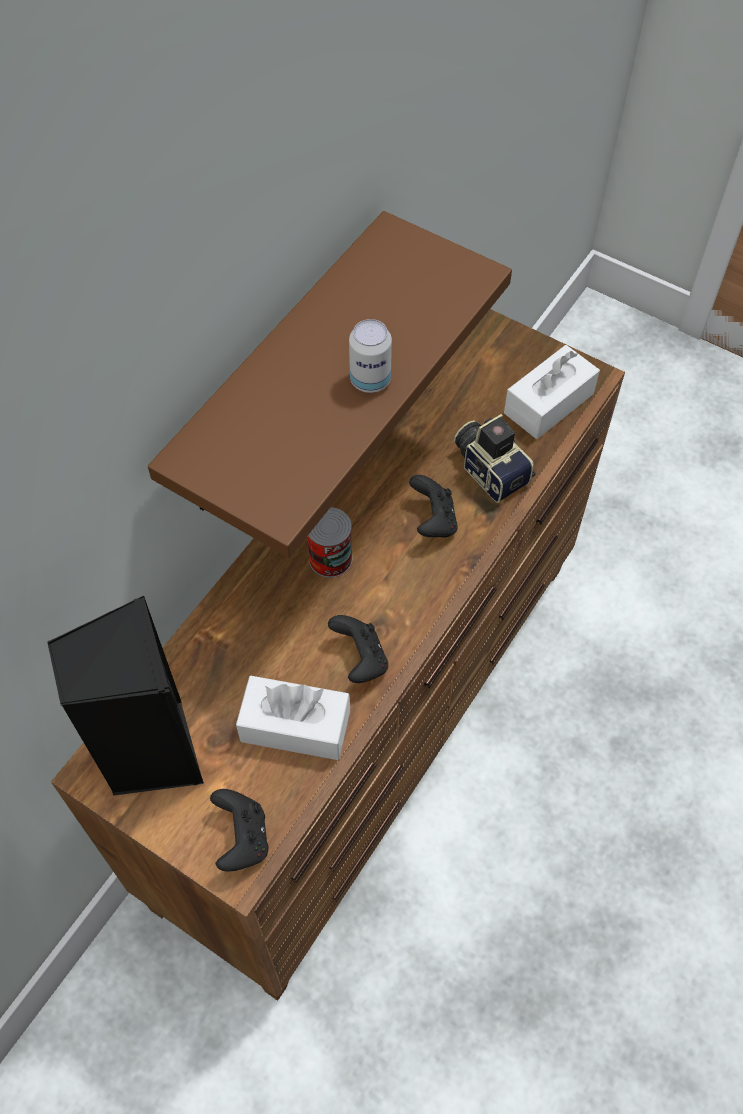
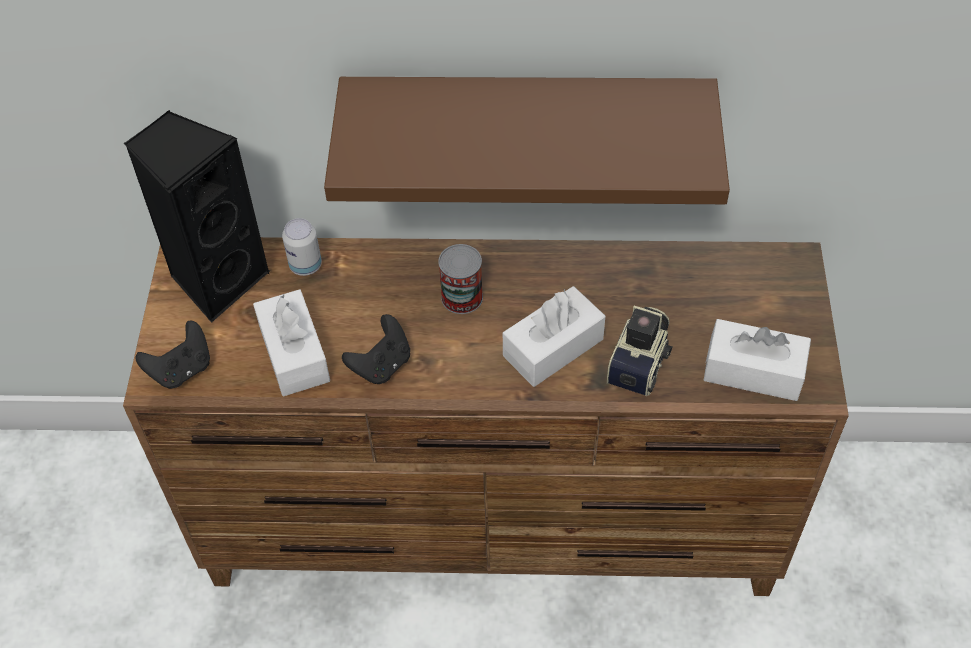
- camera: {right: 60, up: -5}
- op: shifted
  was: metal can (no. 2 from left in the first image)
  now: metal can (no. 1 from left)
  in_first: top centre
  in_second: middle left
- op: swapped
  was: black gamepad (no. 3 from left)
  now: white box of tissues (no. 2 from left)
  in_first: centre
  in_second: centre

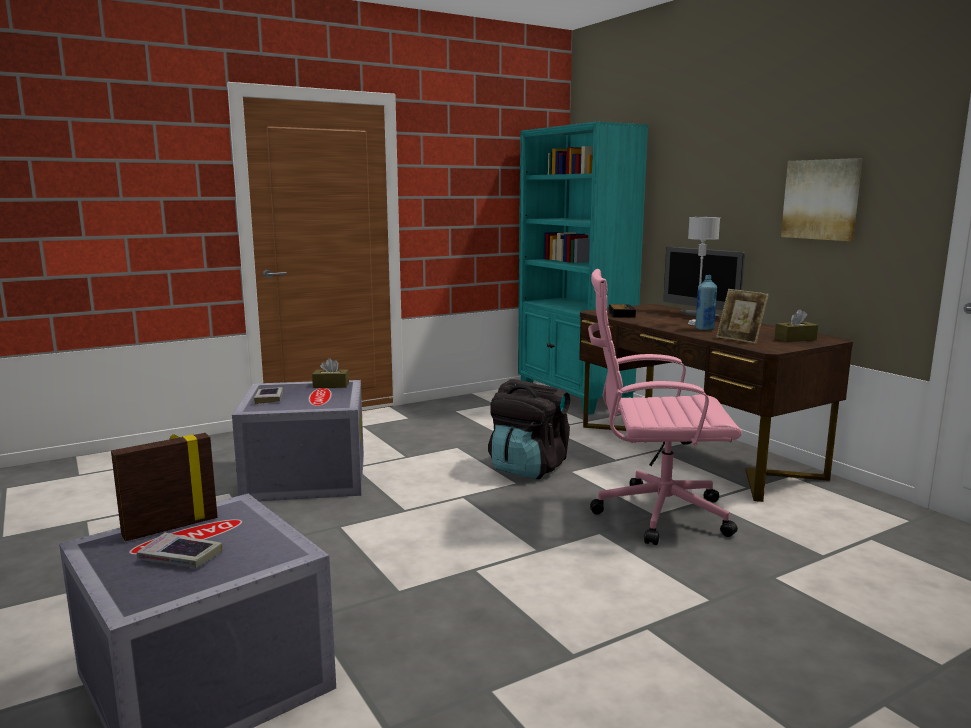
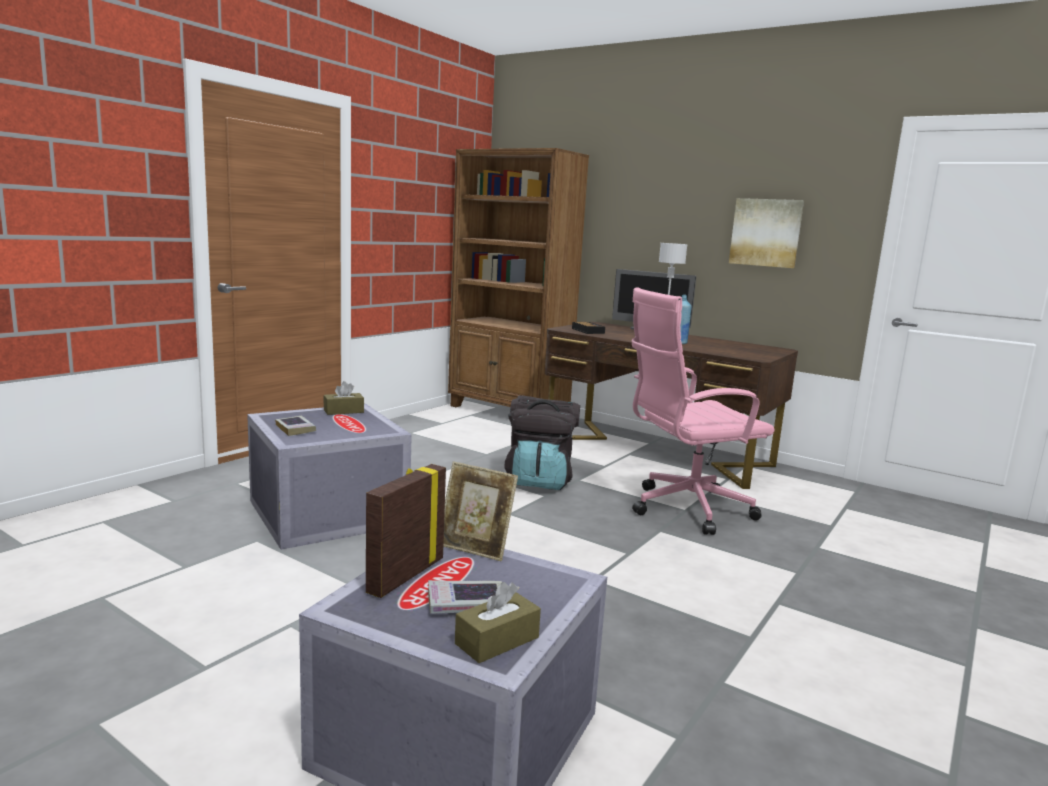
- camera: {right: -25, up: 0}
- op: shifted
  was: photo frame (no. 2 from left)
  in_first: middle right
  in_second: centre
- op: repainted
  was: turquoise bookshelf
  now: brown-coloured bookshelf
  in_first: centre
  in_second: centre
- op: shifted
  was: brown-coloured box of tissues (no. 2 from left)
  in_first: middle right
  in_second: bottom centre

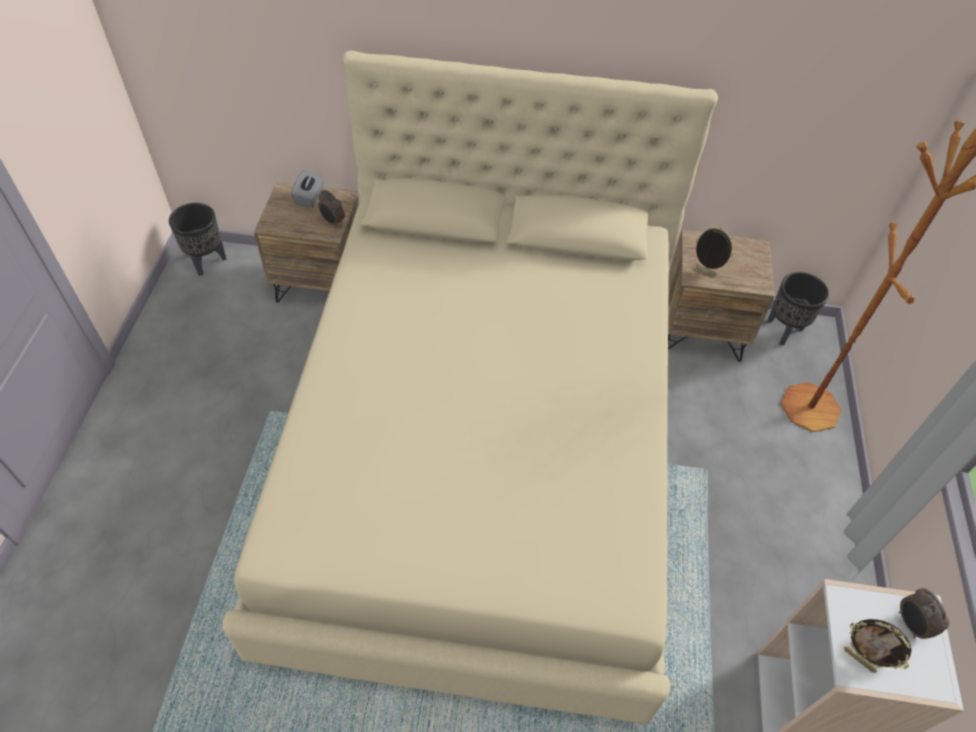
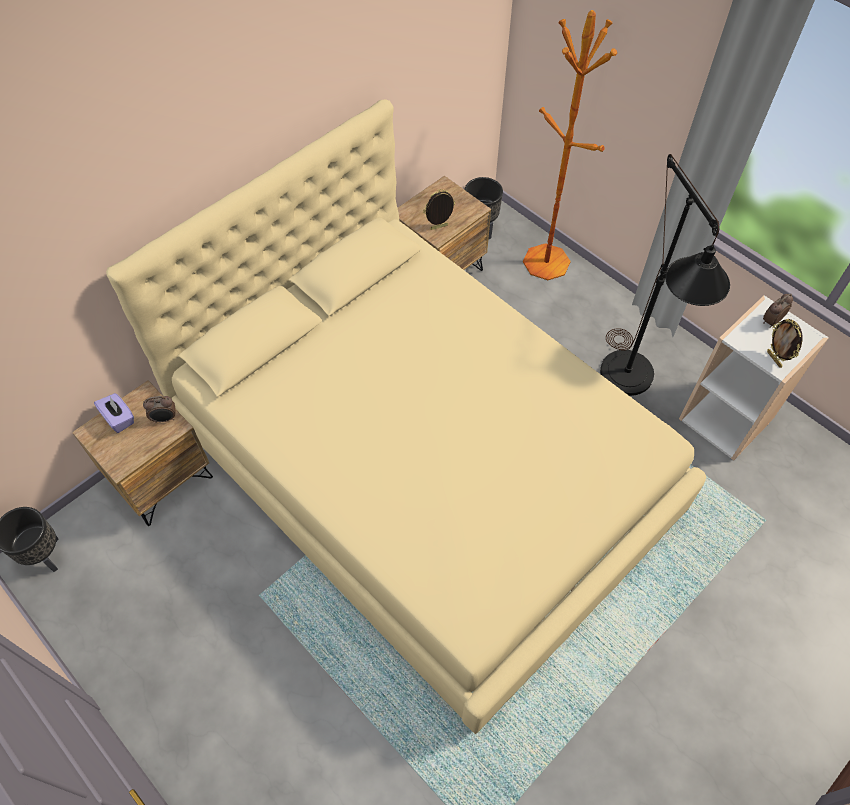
- camera: {right: -50, up: 5}
- op: repainted
  was: greyish box of tissues
  now: purple box of tissues
  in_first: top left
  in_second: middle left
- op: new
  now: black floor lamp
  in_second: middle right
- op: rotated
  was: alarm clock (no. 2 from left)
  in_first: bottom right
  in_second: middle right
  clockwise: 120
- op: rotated
  was: photo frame (no. 2 from left)
  in_first: bottom right
  in_second: middle right
  clockwise: 75

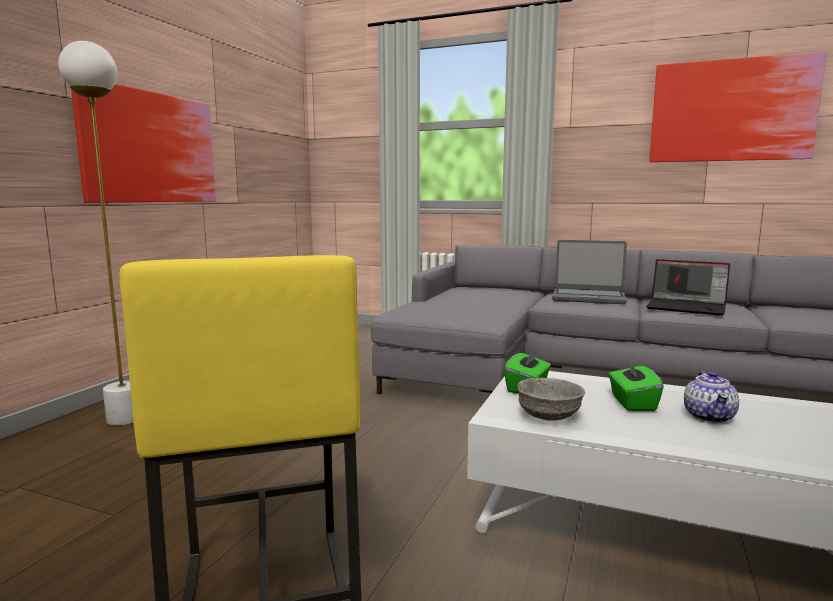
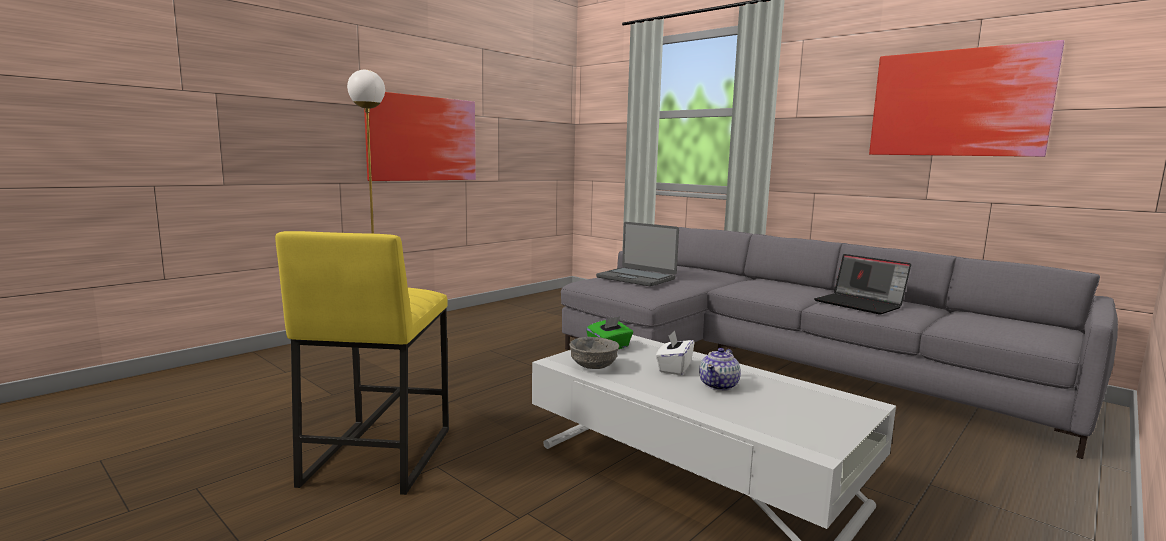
- camera: {right: 20, up: 0}
- op: shifted
  was: portable computer (no. 1 from left)
  in_first: middle right
  in_second: centre
- op: repainted
  was: green box of tissues (no. 2 from left)
  now: white box of tissues
  in_first: middle right
  in_second: centre

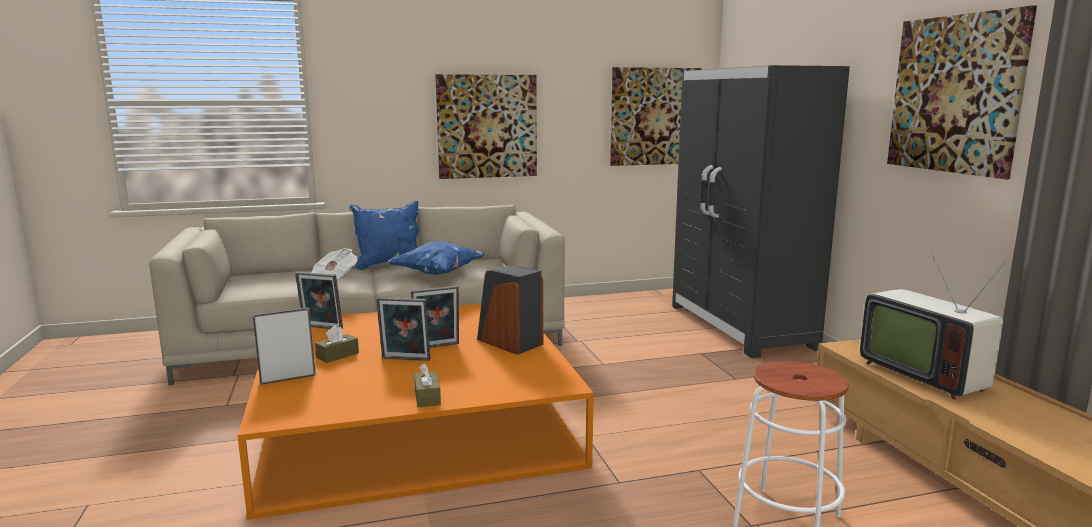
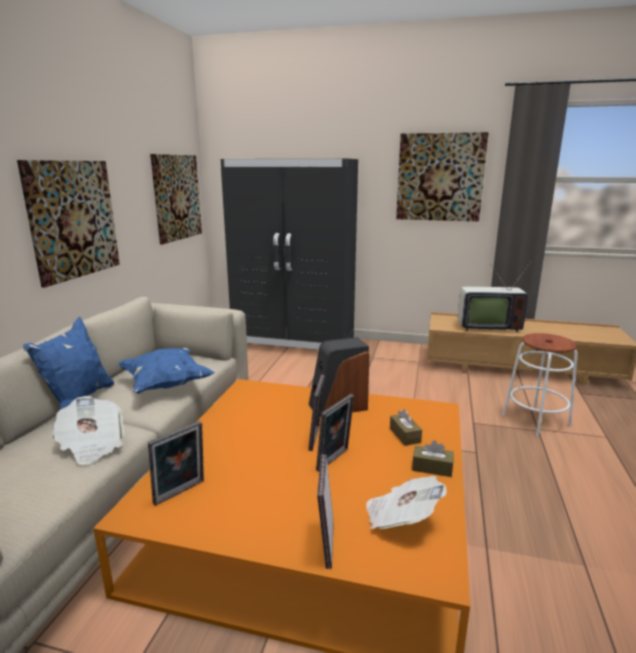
- camera: {right: -60, up: 5}
- op: new
  now: newspaper (no. 2 from left)
  in_second: bottom centre
- op: shifted
  was: brown-coloured box of tissues (no. 1 from left)
  in_first: middle left
  in_second: centre

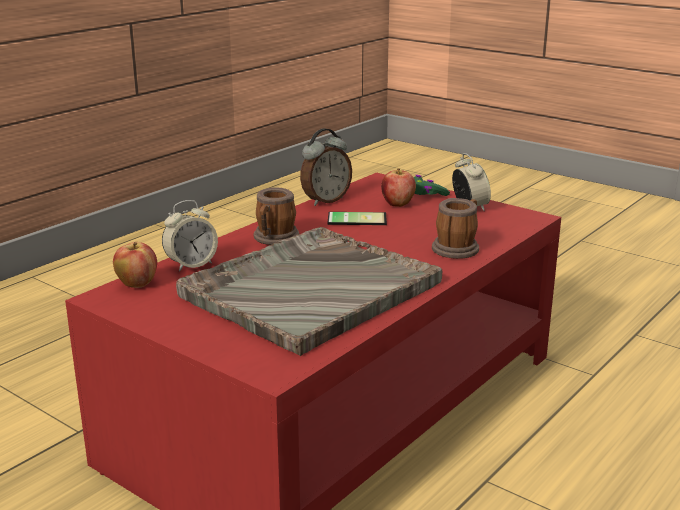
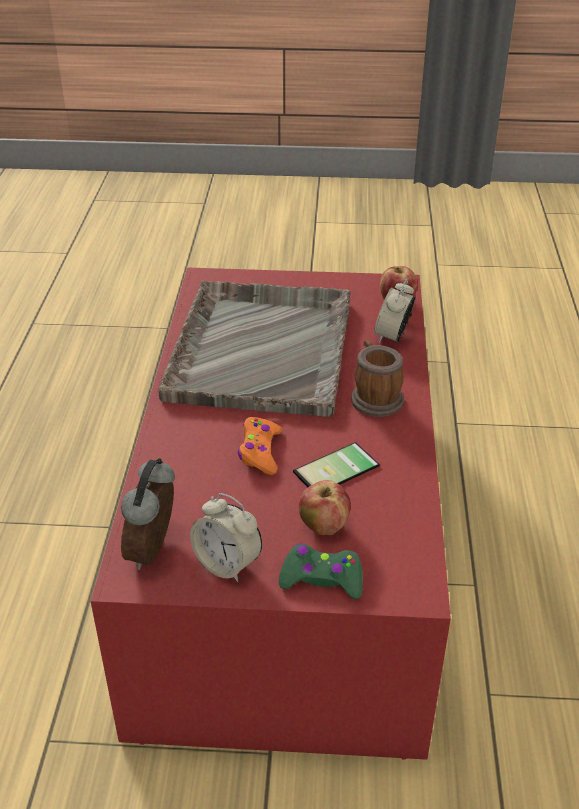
- camera: {right: 145, up: 15}
- op: shifted
  was: alarm clock (no. 2 from left in the first image)
  now: alarm clock (no. 1 from left)
  in_first: top centre
  in_second: middle left
- op: new
  now: orange-coloured gamepad
  in_second: centre
- op: gone
  was: coffee mug (no. 2 from left)
  in_first: middle right

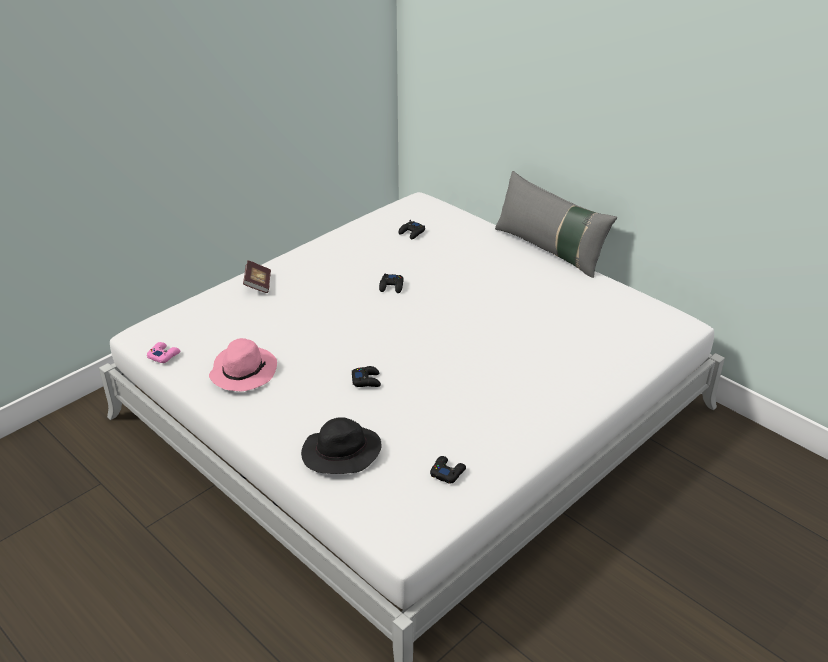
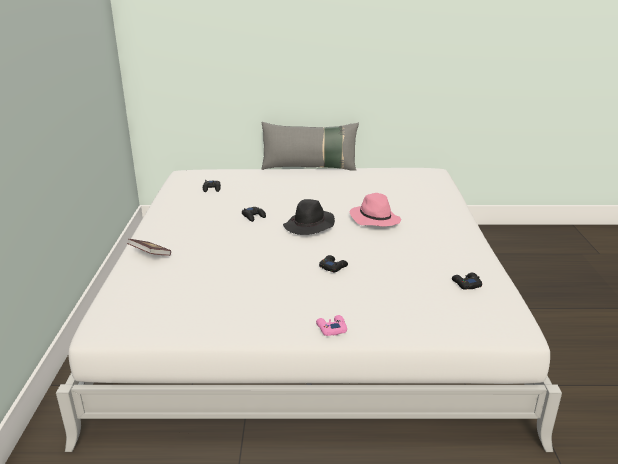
- camera: {right: -45, up: -10}
- op: shifted
  was: black hat
  in_first: bottom centre
  in_second: centre
- op: shifted
  was: pinkish gamepad
  in_first: middle left
  in_second: bottom centre
- op: shifted
  was: pinkish hat
  in_first: middle left
  in_second: centre

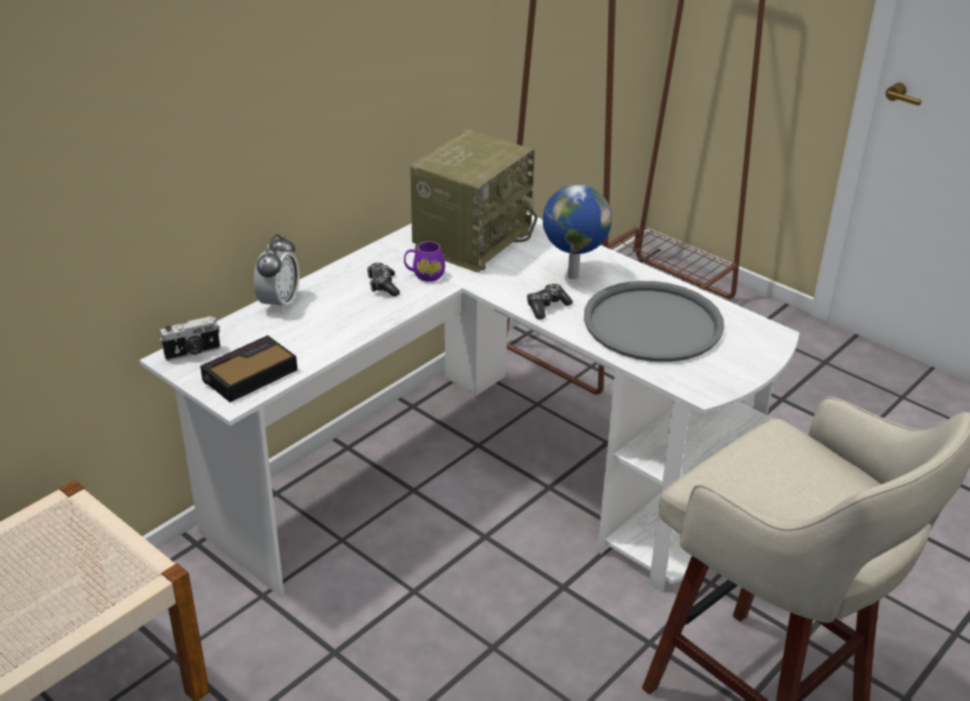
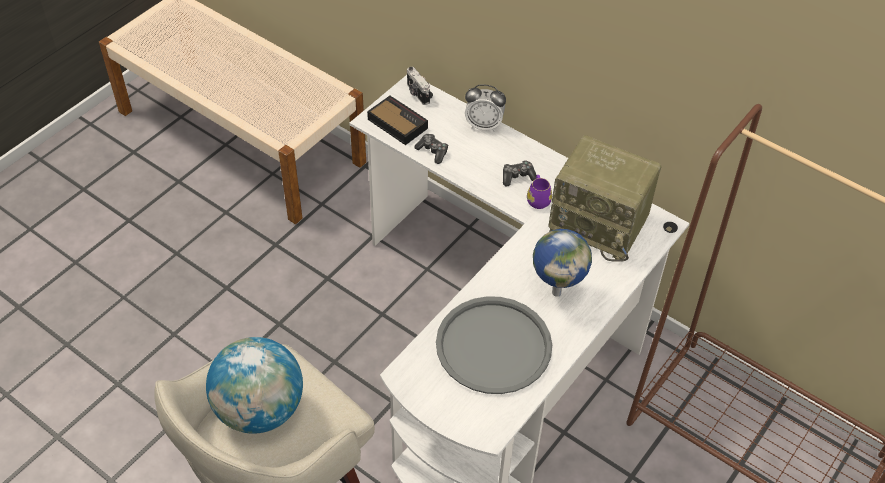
- camera: {right: 85, up: 15}
- op: new
  now: world globe (no. 1 from left)
  in_second: bottom left
- op: shifted
  was: gamepad (no. 2 from left in the first image)
  now: gamepad (no. 1 from left)
  in_first: centre
  in_second: top centre

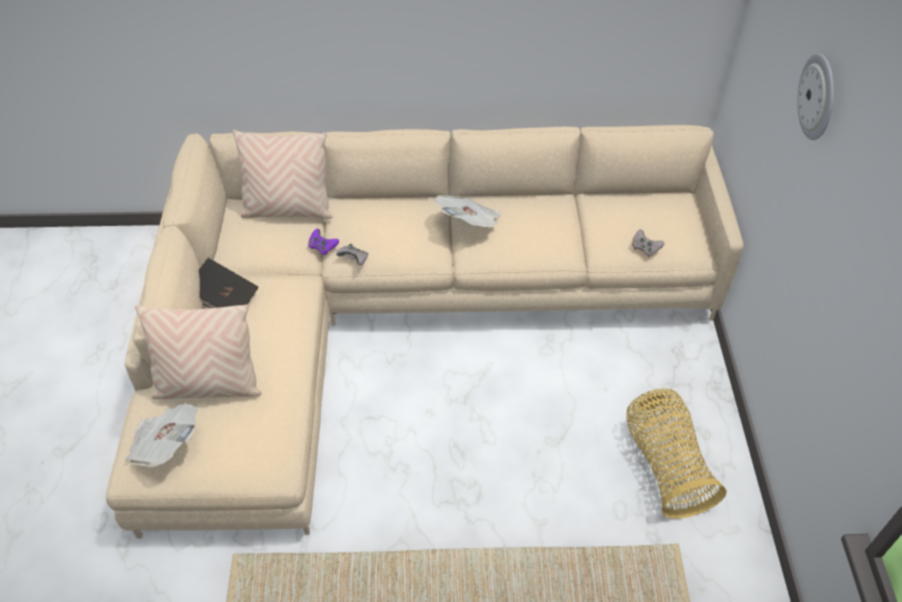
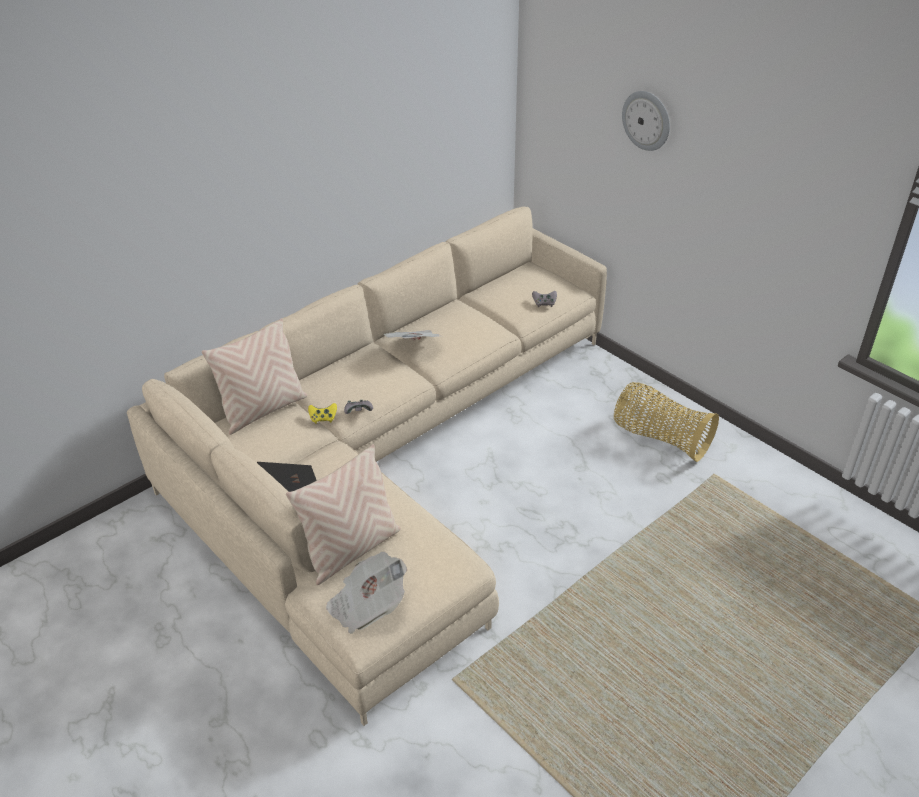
- camera: {right: -40, up: -10}
- op: repainted
  was: purple gamepad
  now: yellow-coloured gamepad
  in_first: centre
  in_second: centre

